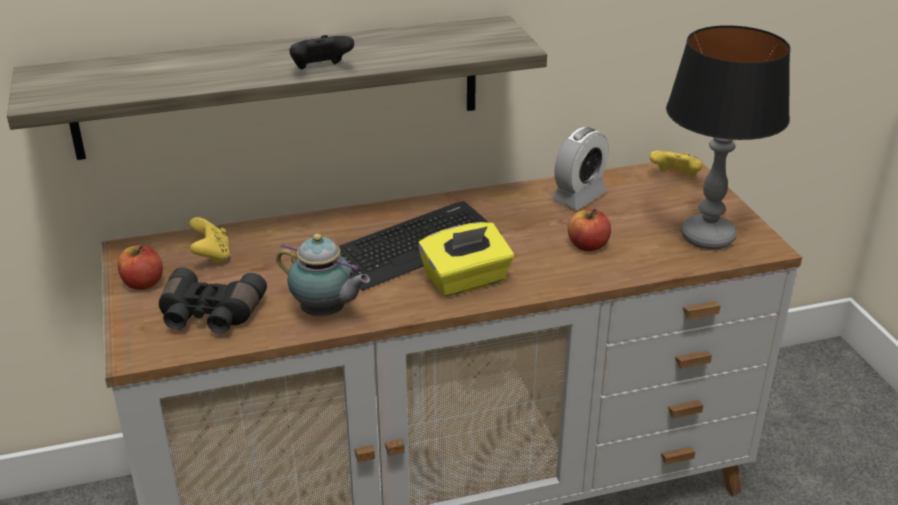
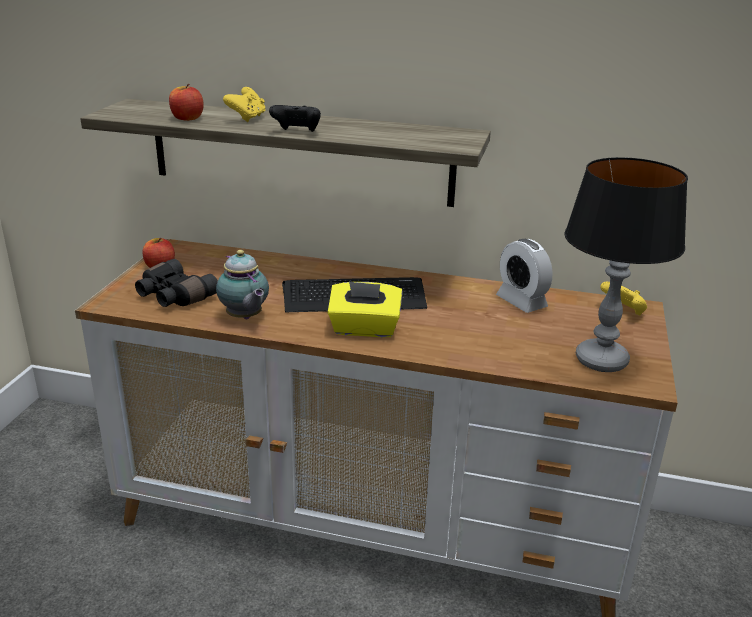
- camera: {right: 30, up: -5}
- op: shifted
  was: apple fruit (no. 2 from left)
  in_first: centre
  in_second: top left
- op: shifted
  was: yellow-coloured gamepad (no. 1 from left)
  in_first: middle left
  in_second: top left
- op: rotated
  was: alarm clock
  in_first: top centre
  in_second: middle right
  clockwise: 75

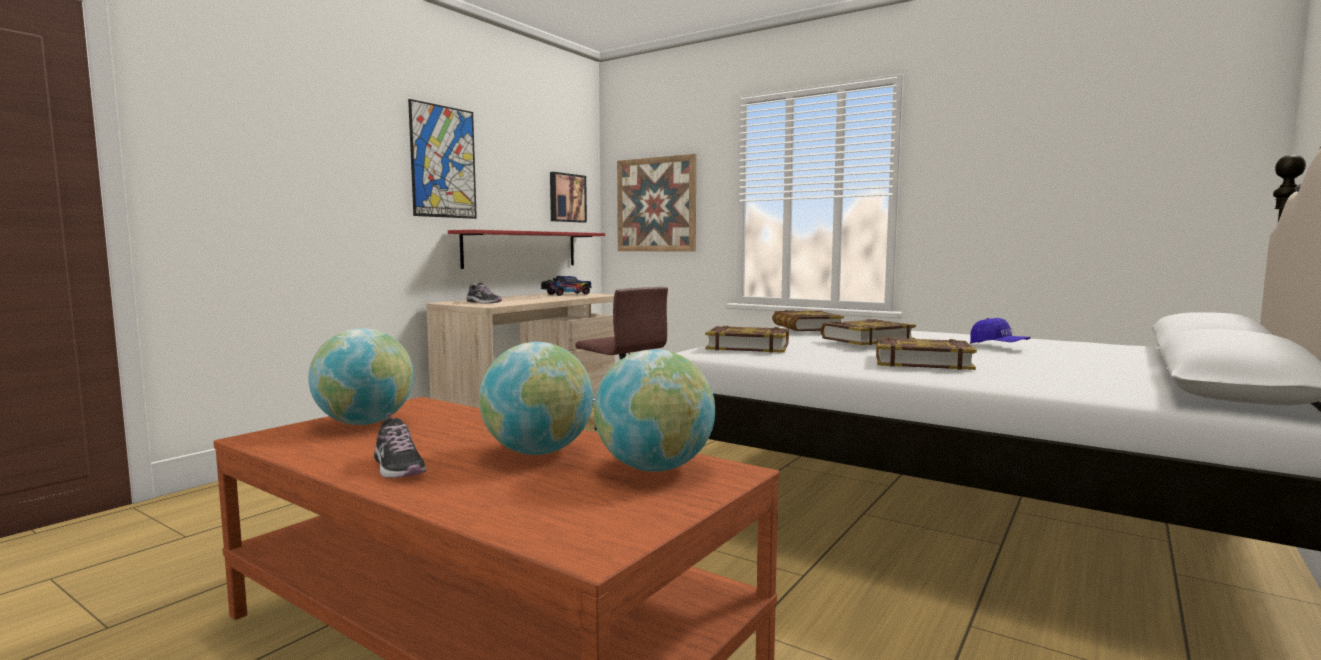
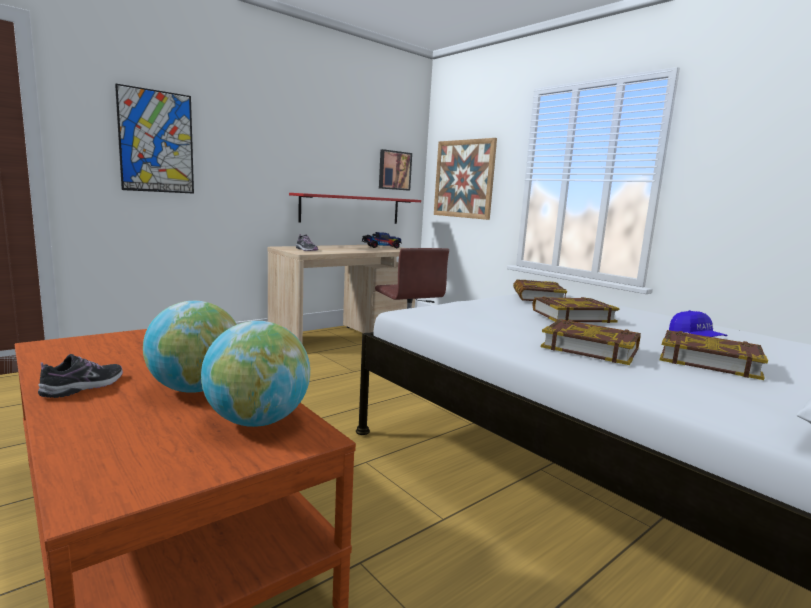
- camera: {right: 15, up: 5}
- op: rotated
  was: shoe (no. 1 from left)
  in_first: bottom left
  in_second: middle left
  clockwise: -135
- op: shifted
  was: wall art (no. 1 from left)
  in_first: top centre
  in_second: top left
- op: shifted
  was: bound book (no. 1 from left in the first image)
  now: bound book (no. 4 from left)
  in_first: centre
  in_second: middle right
- op: gone
  was: world globe (no. 1 from left)
  in_first: middle left

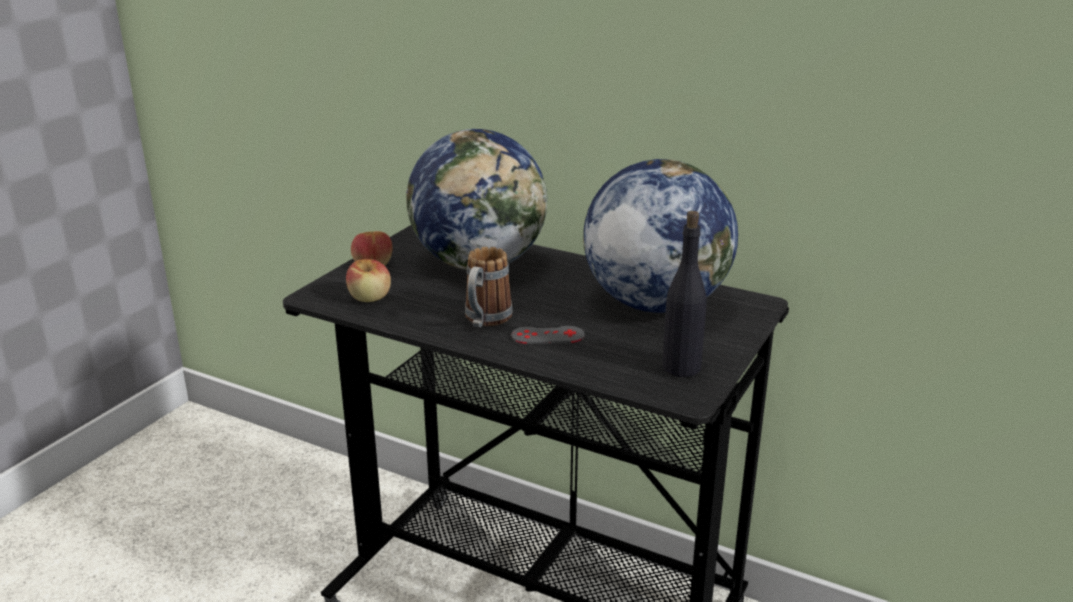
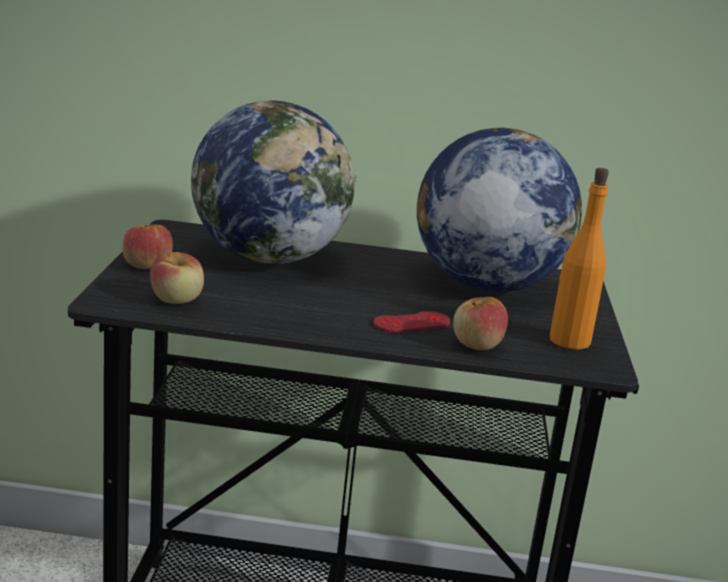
- camera: {right: -25, up: -5}
- op: repainted
  was: greyish gamepad
  now: reddish gamepad
  in_first: centre
  in_second: centre
- op: new
  now: apple fruit (no. 3 from left)
  in_second: centre
- op: repainted
  was: black beverage bottle
  now: orange-coloured beverage bottle
  in_first: centre
  in_second: middle right
- op: gone
  was: coffee mug
  in_first: centre

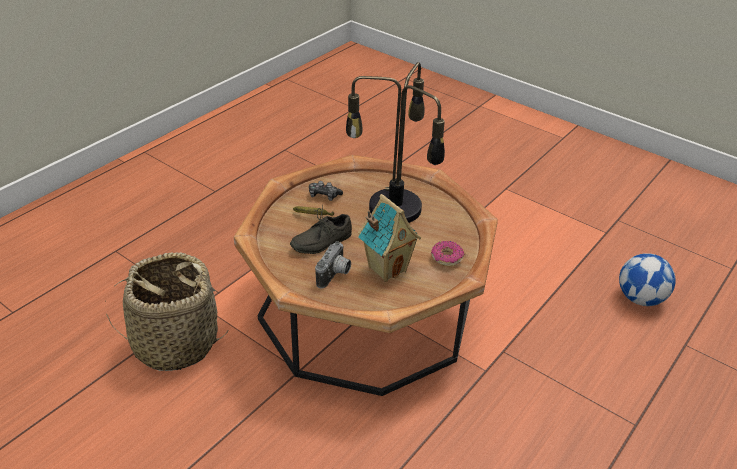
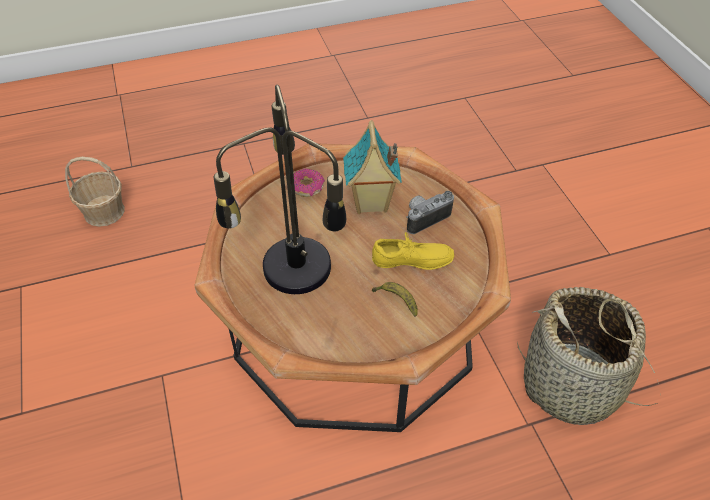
- camera: {right: -145, up: 10}
- op: swapped
  was: football
  now: basket (no. 1 from left)
  in_first: middle right
  in_second: middle left
- op: repainted
  was: greyish shoe
  now: yellow-coloured shoe
  in_first: centre
  in_second: centre
- op: gone
  was: gamepad
  in_first: centre

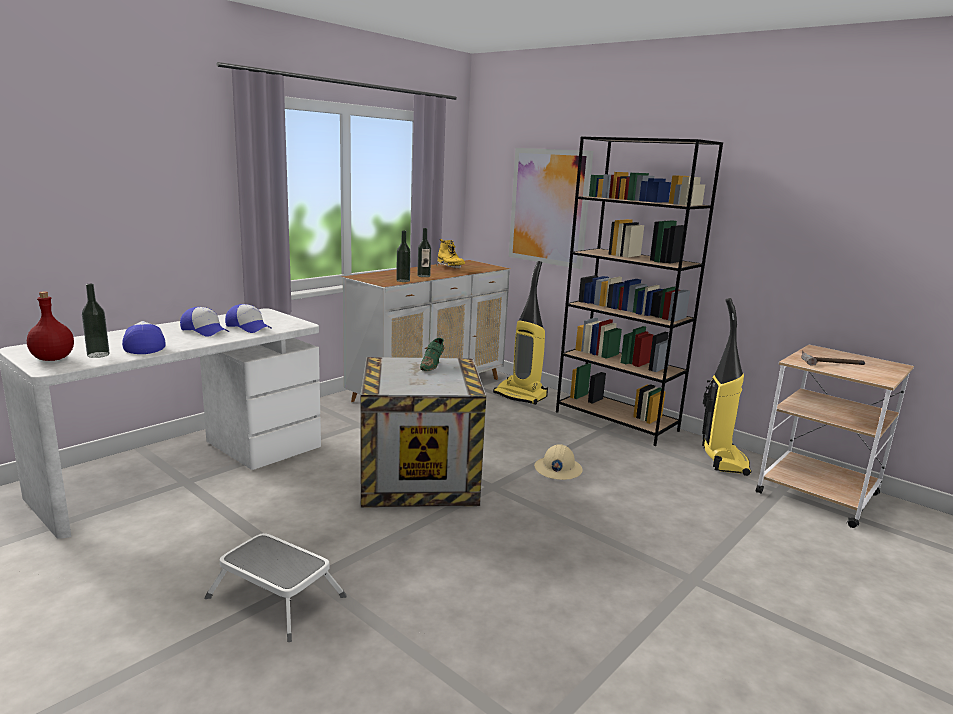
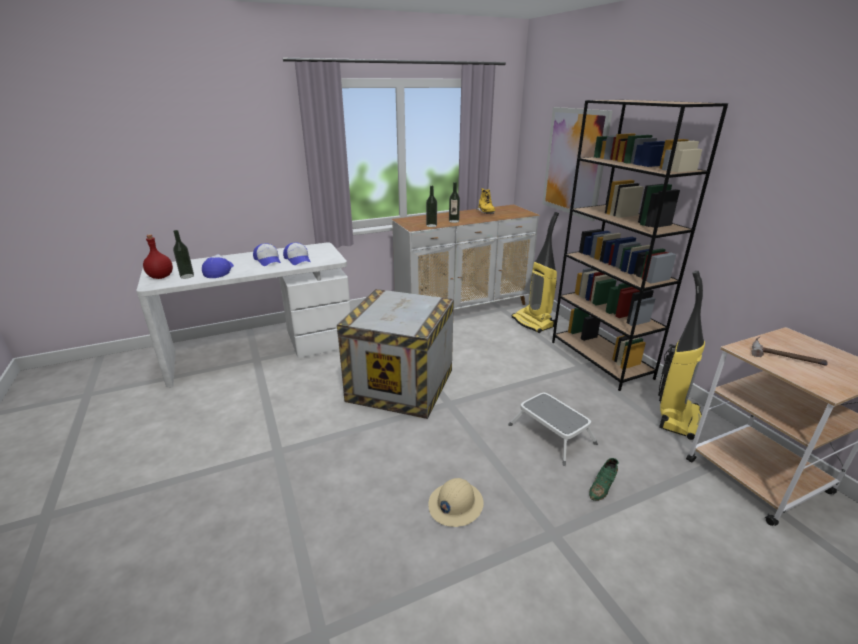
- camera: {right: 25, up: 10}
- op: shifted
  was: beige-coloured safety helmet
  in_first: centre
  in_second: bottom centre
- op: shifted
  was: greyish stepladder
  in_first: bottom left
  in_second: centre
- op: shifted
  was: green shoe
  in_first: centre
  in_second: bottom right

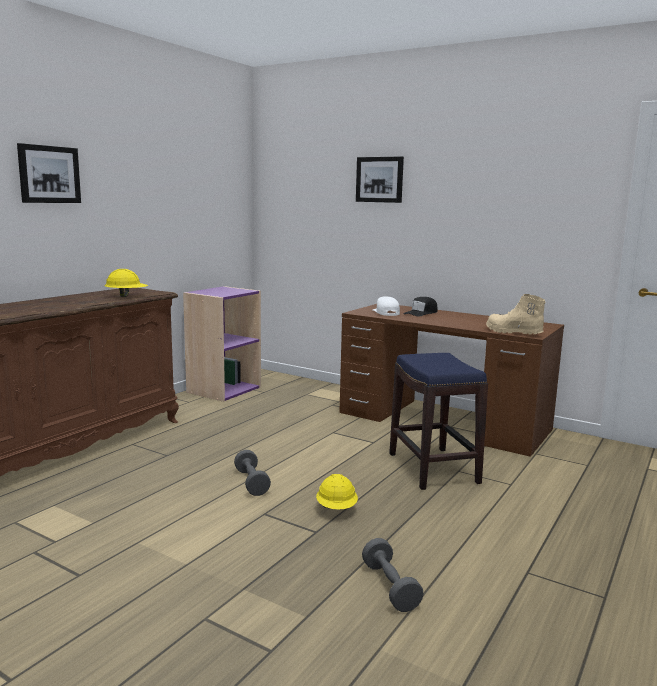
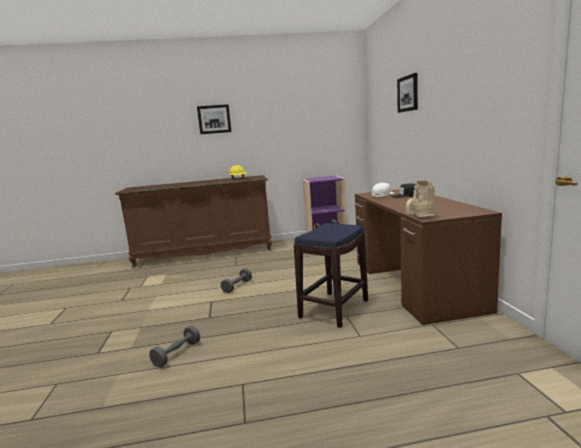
- camera: {right: 50, up: 0}
- op: gone
  was: yellow-coloured safety helmet (no. 2 from left)
  in_first: bottom centre

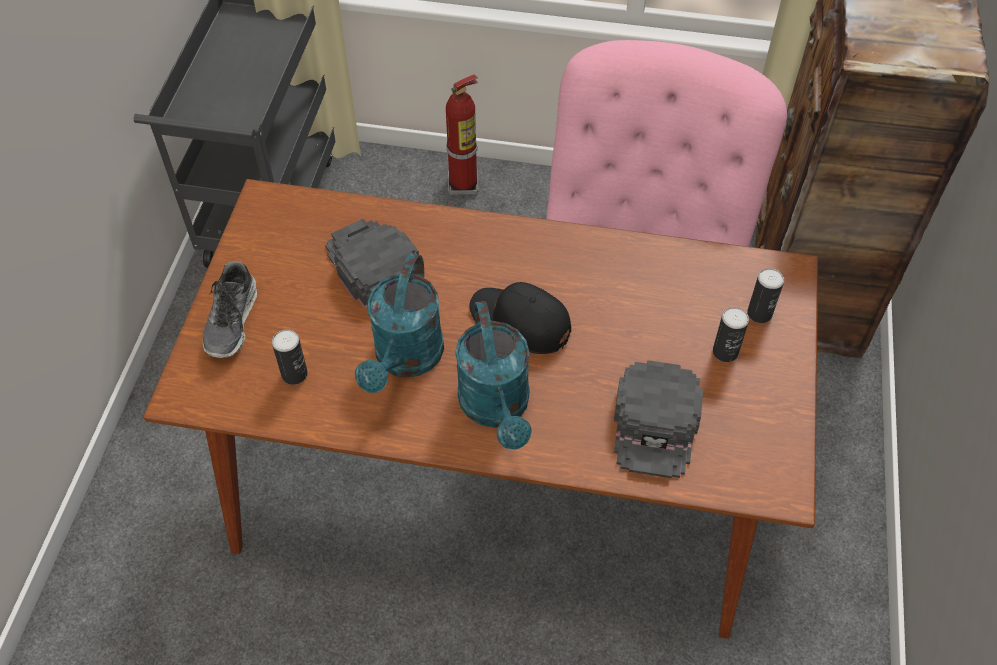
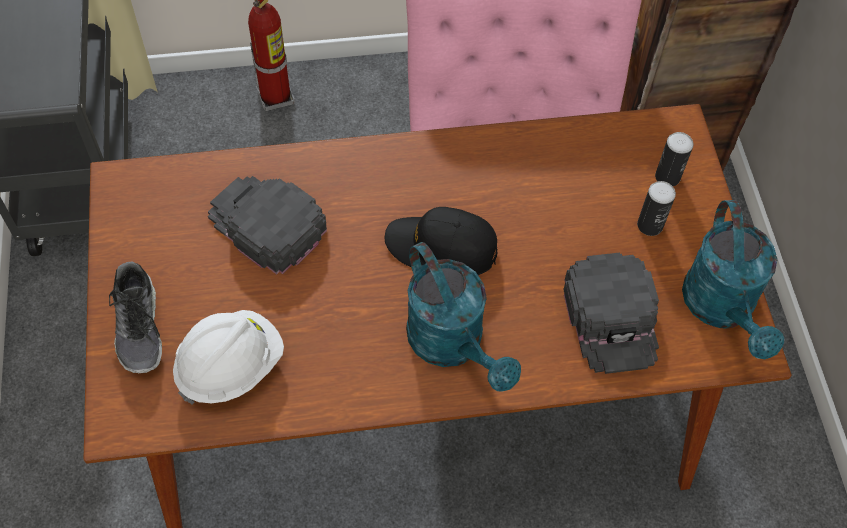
- camera: {right: -20, up: 5}
- op: swapped
  was: metal can (no. 1 from left)
  now: white safety helmet
  in_first: middle left
  in_second: bottom left
- op: shifted
  was: turquoise watering pot (no. 1 from left in the first image)
  now: turquoise watering pot (no. 2 from left)
  in_first: centre
  in_second: middle right

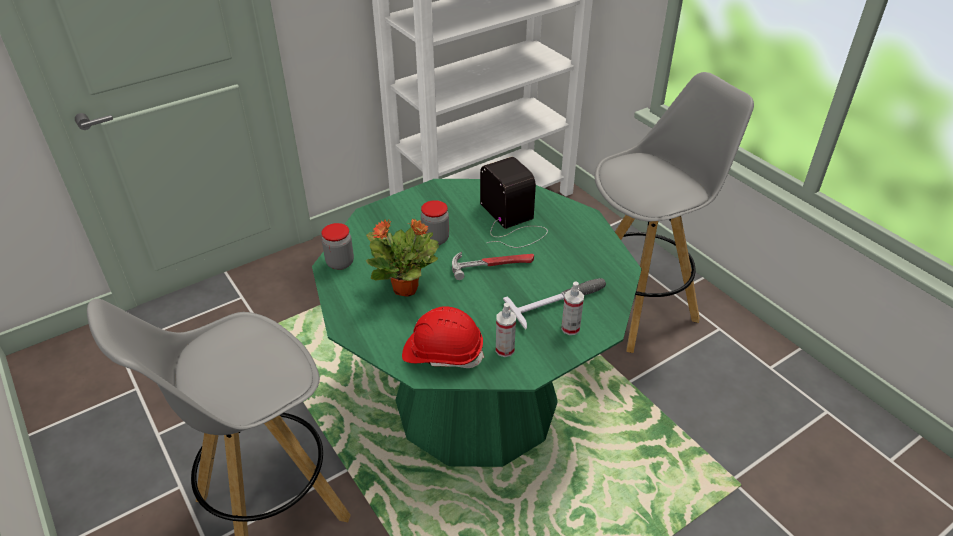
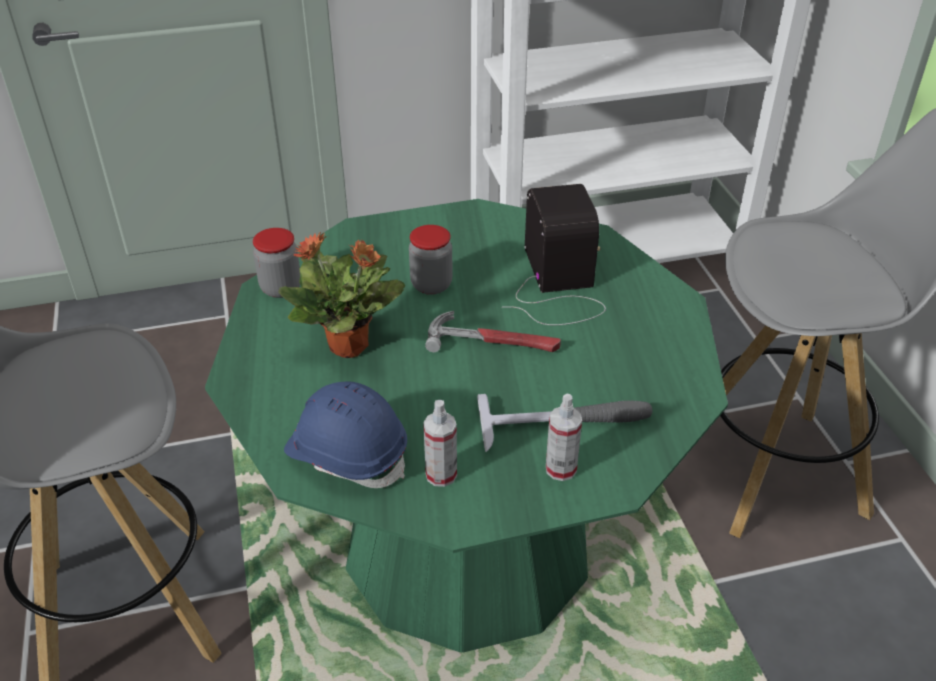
- camera: {right: 20, up: 0}
- op: repainted
  was: reddish safety helmet
  now: blue safety helmet
  in_first: centre
  in_second: centre

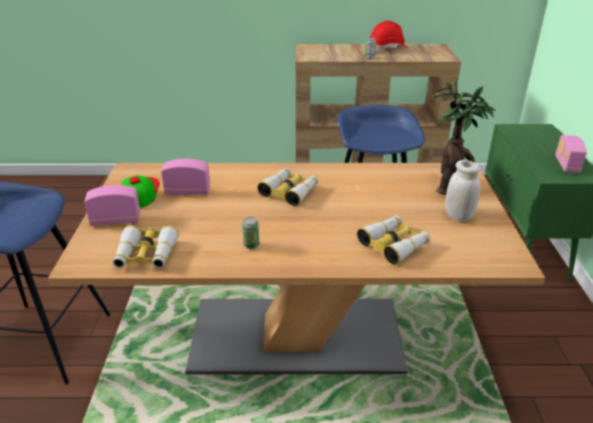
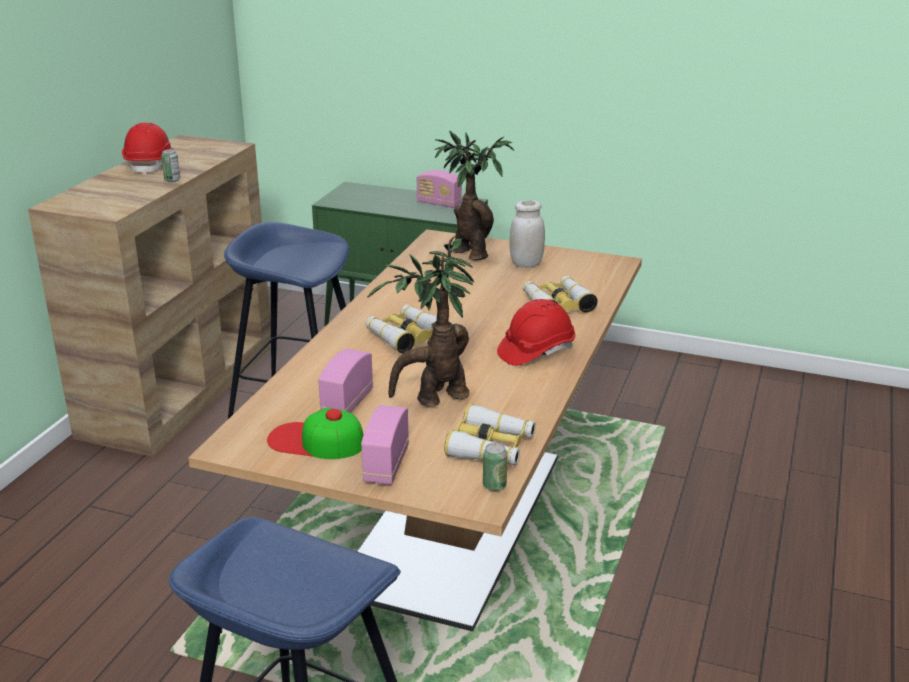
- camera: {right: -70, up: -5}
- op: new
  now: houseplant (no. 1 from left)
  in_second: centre
- op: shifted
  was: metal can (no. 1 from left in the first image)
  now: metal can (no. 2 from left)
  in_first: centre
  in_second: bottom centre
- op: new
  now: reddish safety helmet (no. 2 from left)
  in_second: centre

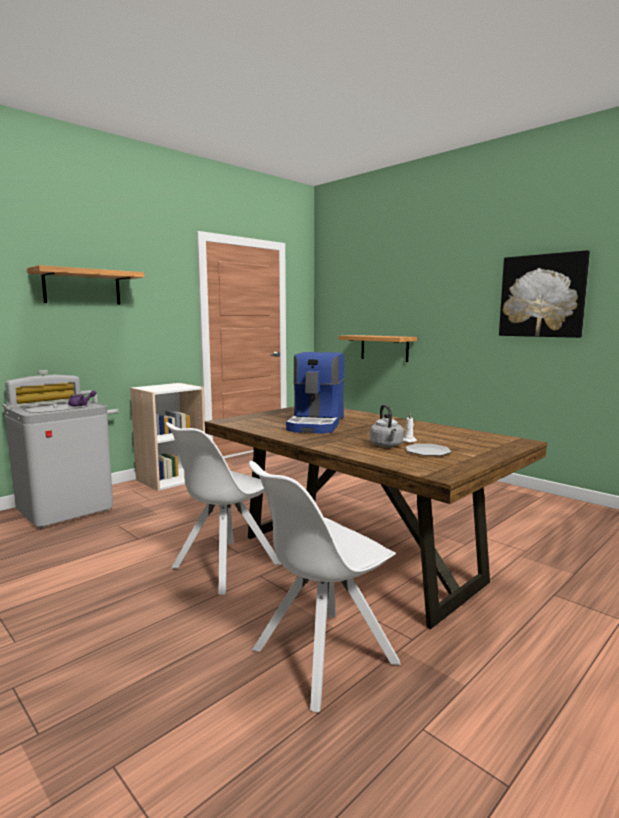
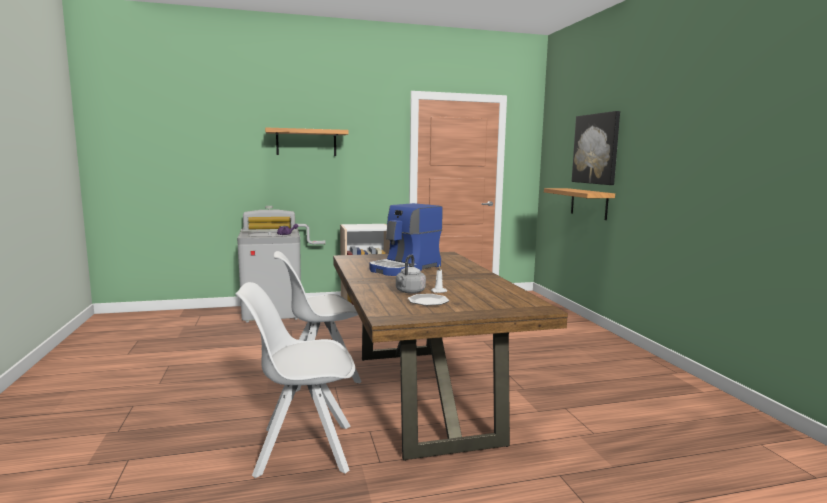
- camera: {right: 30, up: 0}
- op: shifted
  was: wall art
  in_first: middle right
  in_second: top right

